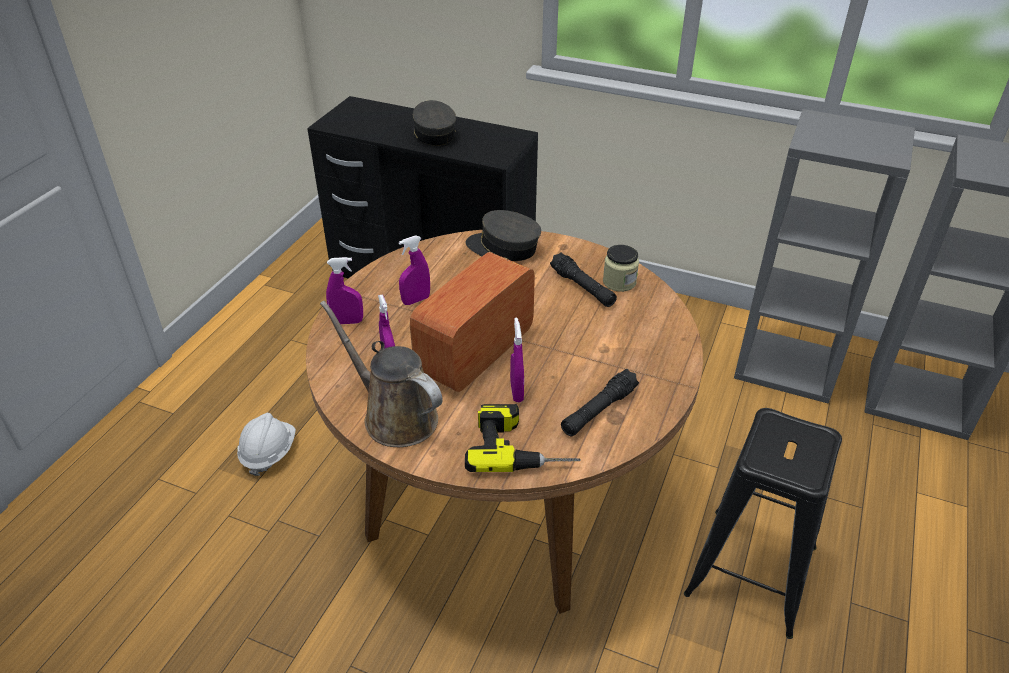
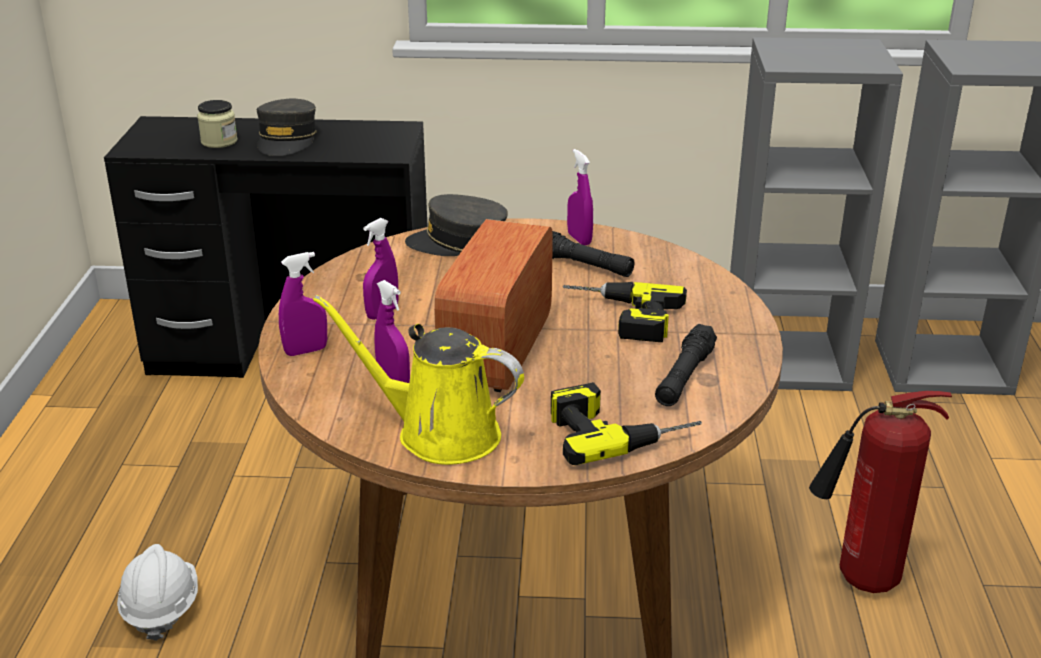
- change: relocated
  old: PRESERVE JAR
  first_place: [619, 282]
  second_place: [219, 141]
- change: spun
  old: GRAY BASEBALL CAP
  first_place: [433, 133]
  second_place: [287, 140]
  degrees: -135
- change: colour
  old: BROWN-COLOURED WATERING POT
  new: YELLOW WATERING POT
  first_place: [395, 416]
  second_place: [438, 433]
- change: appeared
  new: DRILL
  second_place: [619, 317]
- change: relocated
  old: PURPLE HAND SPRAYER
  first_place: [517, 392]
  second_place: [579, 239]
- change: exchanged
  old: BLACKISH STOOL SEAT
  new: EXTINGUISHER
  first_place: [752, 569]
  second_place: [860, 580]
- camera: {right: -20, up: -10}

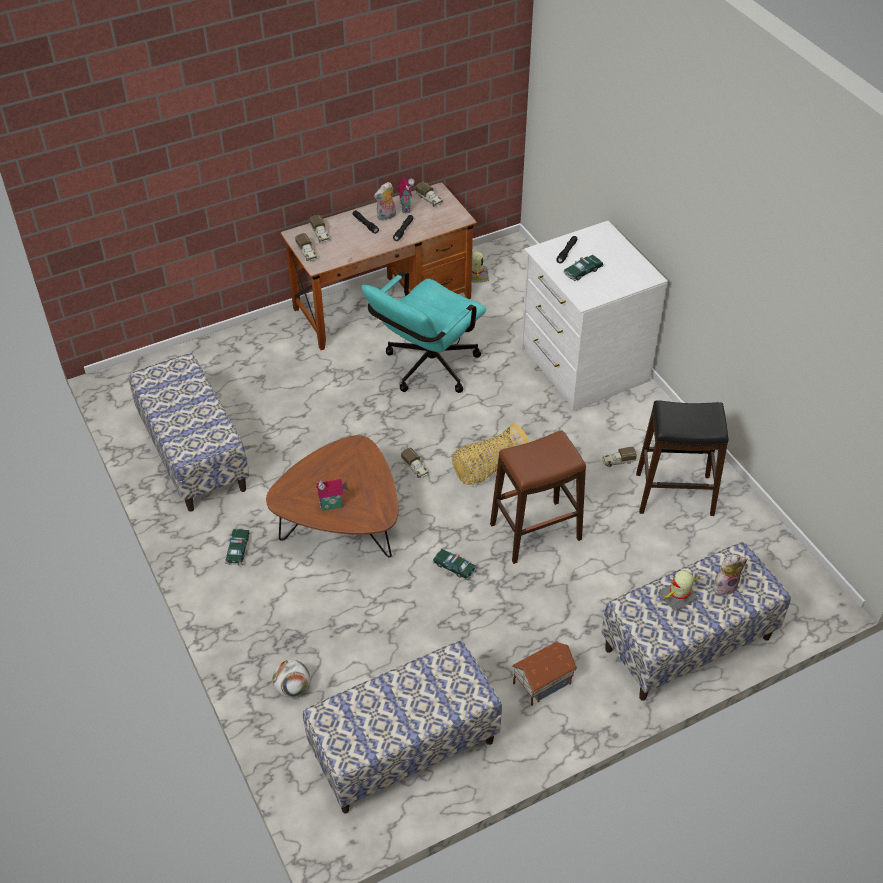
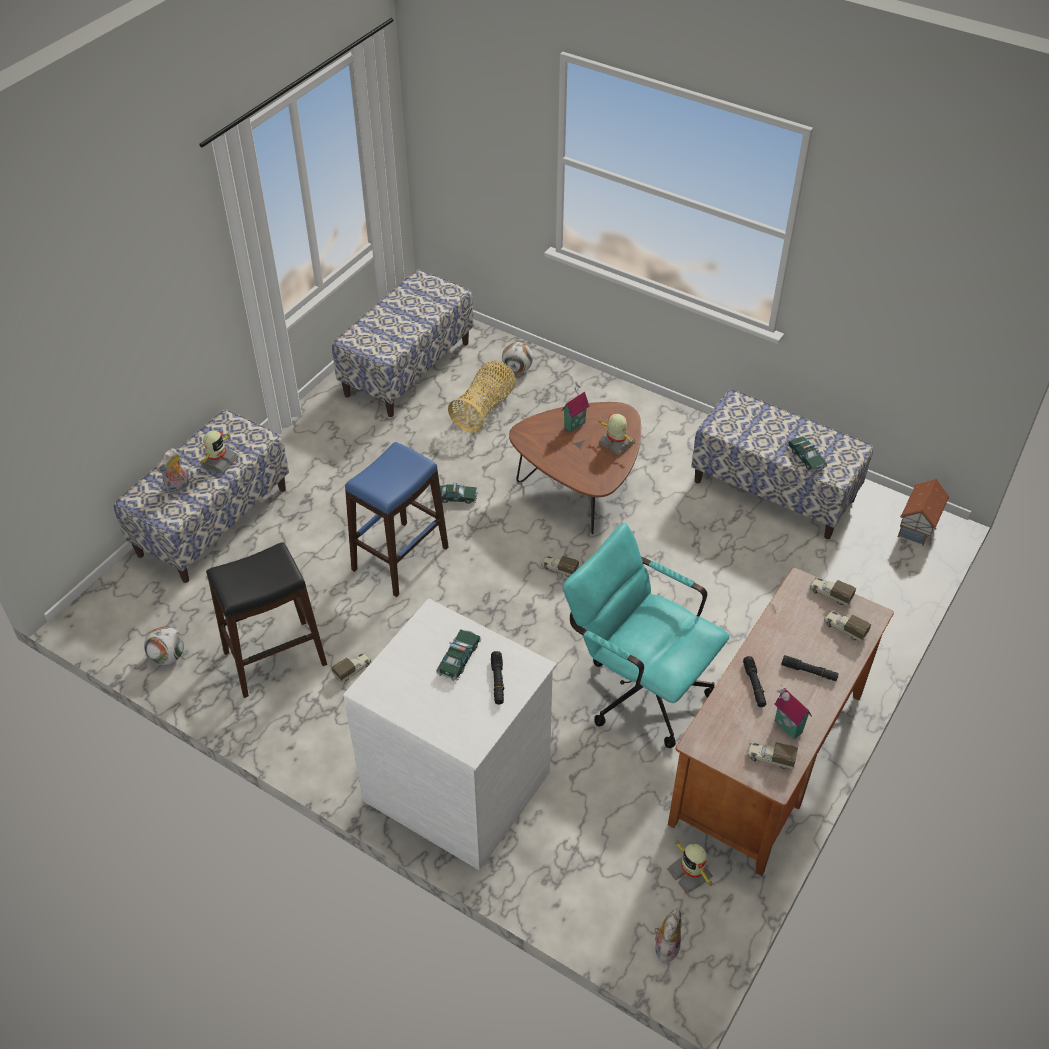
- change: appeared
  new: BALL FOR FOOTBALL
  second_place: [168, 656]
- change: colour
  old: BROWN-COLOURED STOOL SEAT
  new: BLUE-COLOURED STOOL SEAT
  first_place: [535, 532]
  second_place: [400, 558]
- change: relocated
  old: BASKET
  first_place: [489, 468]
  second_place: [484, 409]
- change: spun
  old: TURQUOISE-COLOURED DESK CHAIR
  first_place: [426, 369]
  second_place: [638, 687]
  degrees: -60
- change: appeared
  new: MODEL ROBOT
  second_place: [616, 444]
- change: relocated
  old: PLUSH TOY
  first_place: [386, 217]
  second_place: [665, 946]
- change: relocated
  old: TOY CAR
  first_place: [238, 549]
  second_place: [806, 458]
- change: relocated
  old: MODEL HOUSE
  first_place: [541, 683]
  second_place: [919, 527]
- camera: {right: 150, up: 0}

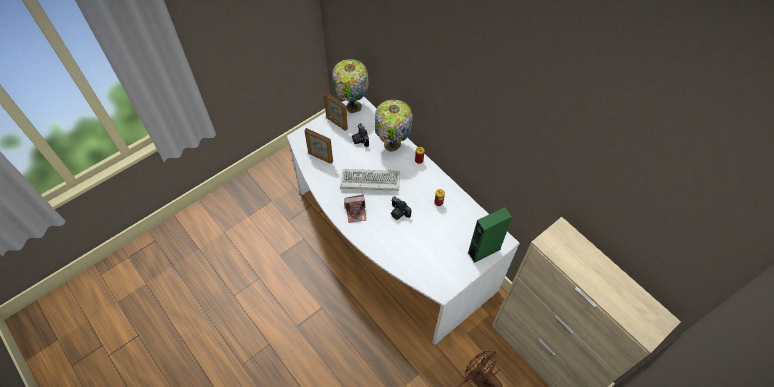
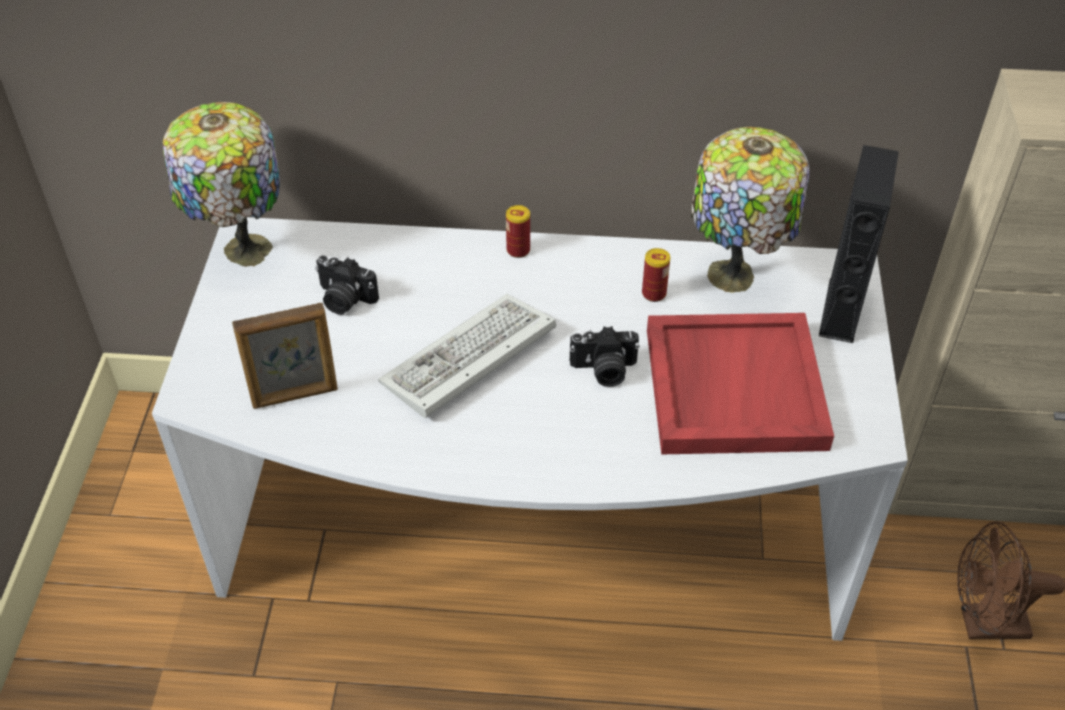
- change: appeared
  new: REDDISH SERVING TRAY
  second_place: [732, 387]
- change: relocated
  old: LAMP FOR A TABLE
  first_place: [392, 146]
  second_place: [734, 277]
- change: colour
  old: GREEN-COLOURED AUDIO SPEAKER
  new: BLACKISH AUDIO SPEAKER
  first_place: [484, 250]
  second_place: [841, 310]
- change: missing
  old: STANDING FRAME
  first_place: [336, 123]
- change: missing
  old: STILL CAMERA
  first_place: [356, 212]
- camera: {right: -45, up: -10}

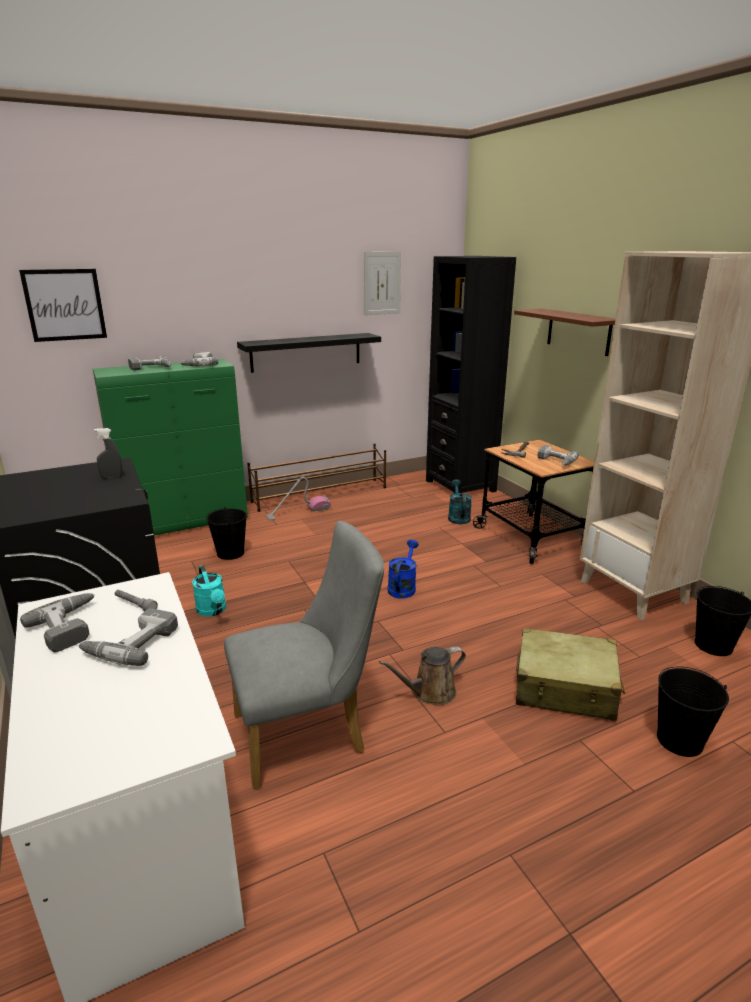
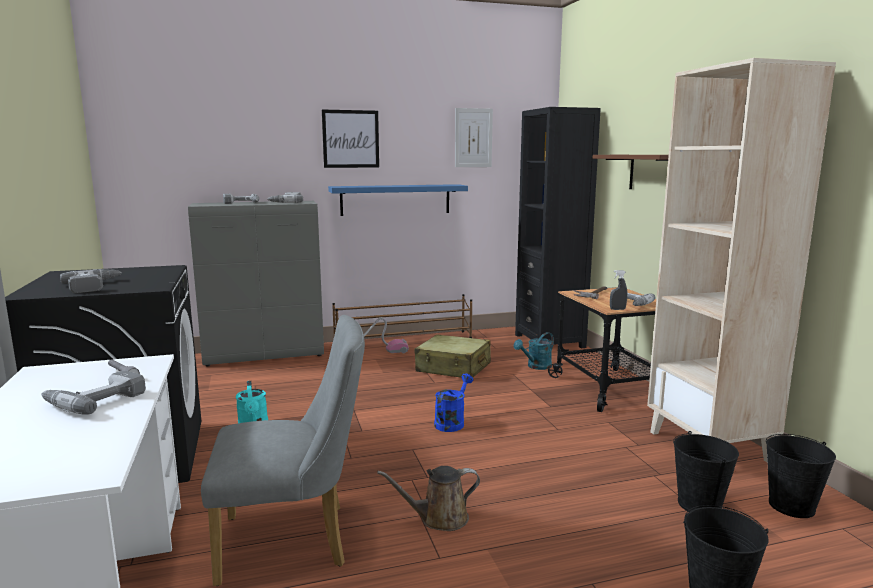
- change: relocated
  old: DRILL
  first_place: [71, 626]
  second_place: [95, 286]
- change: colour
  old: GREEN-COLOURED CUPBOARD
  new: GRAY CUPBOARD
  first_place: [186, 523]
  second_place: [265, 355]
- change: relocated
  old: WALL PICTURE
  first_place: [65, 305]
  second_place: [350, 139]
- change: colour
  old: BLACKISH WALL SHELF
  new: BLUE-COLOURED WALL SHELF
  first_place: [306, 352]
  second_place: [395, 199]
- change: relocated
  old: BEIGE SUITCASE
  first_place: [565, 688]
  second_place: [453, 368]
- change: spun
  old: TURQUOISE-COLOURED WATERING POT
  first_place: [458, 517]
  second_place: [536, 366]
  degrees: -135
- change: relocated
  old: GRAY HAND SPRAYER
  first_place: [112, 477]
  second_place: [617, 309]
- change: relocated
  old: BLACKISH PAIL
  first_place: [230, 553]
  second_place: [699, 504]
- camera: {right: 10, up: -10}

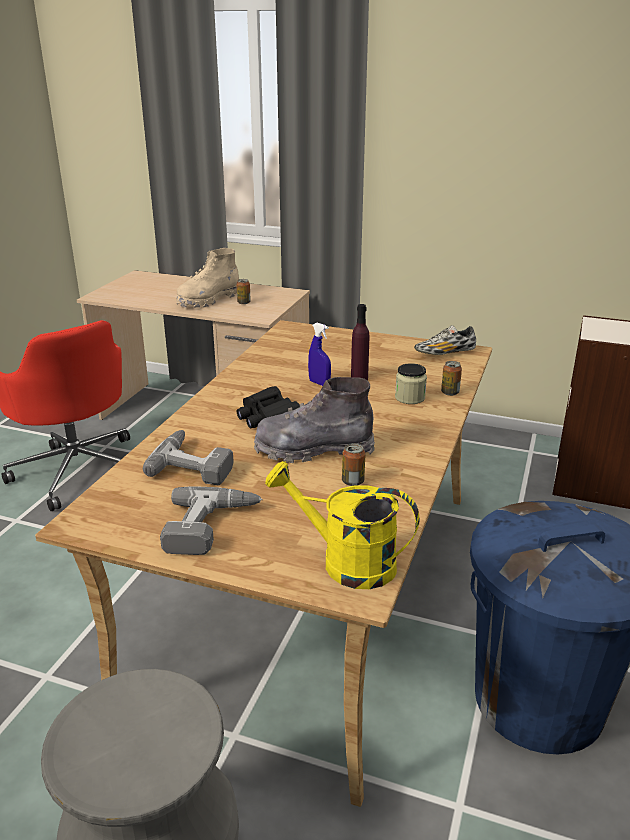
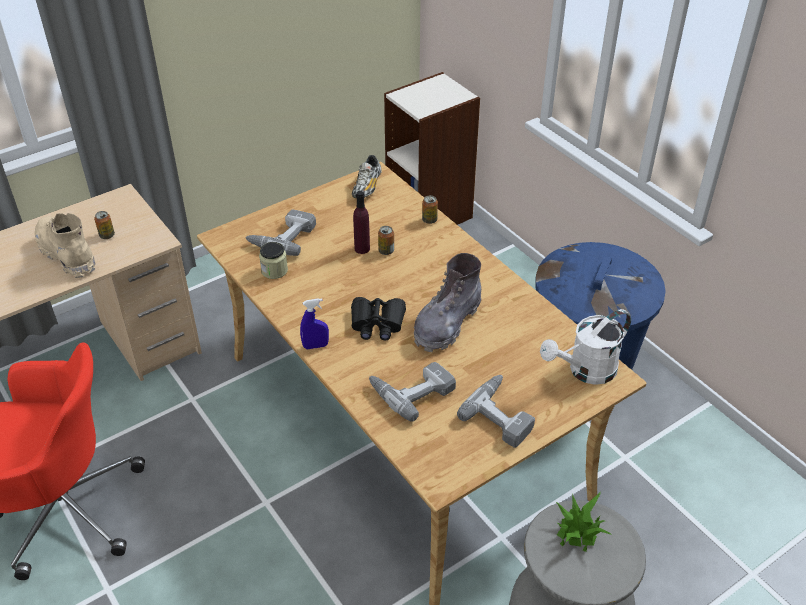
- change: spun
  old: BEIGE TALL BOOT
  first_place: [208, 300]
  second_place: [67, 254]
  degrees: 150
- change: appeared
  new: DRILL
  second_place: [282, 237]
- change: relocated
  old: PRESERVE JAR
  first_place: [410, 398]
  second_place: [274, 270]
- change: relocated
  old: BLUE-COLOURED HAND SPRAYER
  first_place: [319, 383]
  second_place: [315, 346]
- change: relocated
  old: CAN
  first_place: [353, 481]
  second_place: [386, 251]
- change: colour
  old: YELLOW WATERING POT
  new: WHITE WATERING POT
  first_place: [345, 562]
  second_place: [585, 371]
- change: appeared
  new: HOUSEPLANT
  second_place: [578, 530]
- camera: {right: -55, up: 15}

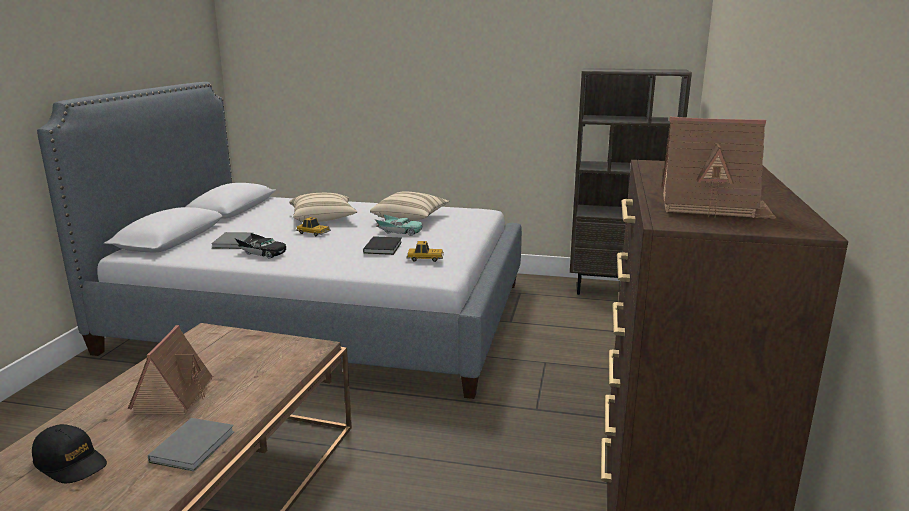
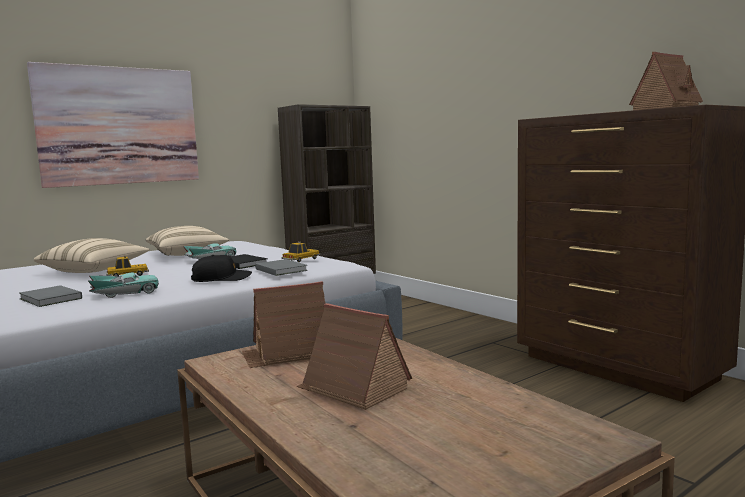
- change: appeared
  new: WALL PICTURE
  second_place: [119, 126]
- change: colour
  old: BLACKISH TOY CAR
  new: TURQUOISE-COLOURED TOY CAR
  first_place: [262, 253]
  second_place: [125, 293]
- change: relocated
  old: BLACKISH BASEBALL CAP
  first_place: [71, 463]
  second_place: [221, 279]
- change: appeared
  new: MODEL HOUSE
  second_place: [287, 353]
- change: relocated
  old: GRAY VOLUME
  first_place: [195, 445]
  second_place: [281, 269]
- camera: {right: -50, up: -10}

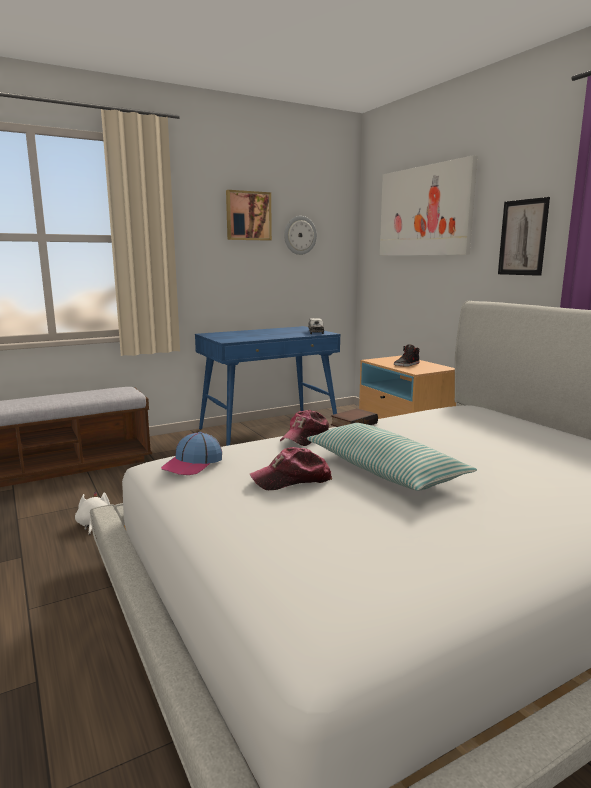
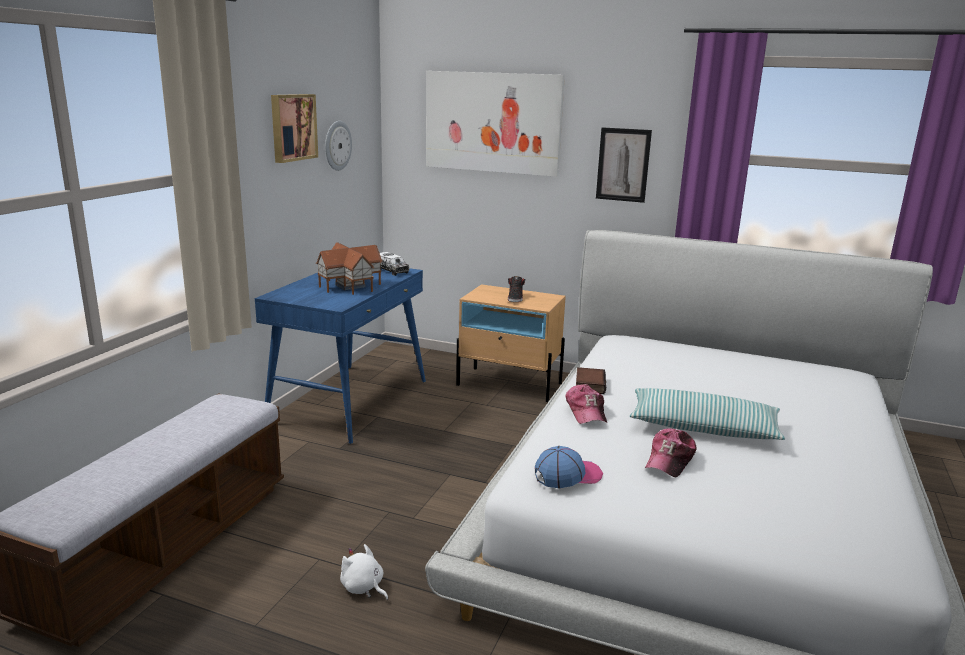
- change: appeared
  new: MODEL HOUSE
  second_place: [351, 286]
- change: spun
  old: BASEBALL CAP
  first_place: [193, 464]
  second_place: [568, 475]
  degrees: -105
- camera: {right: -40, up: 5}

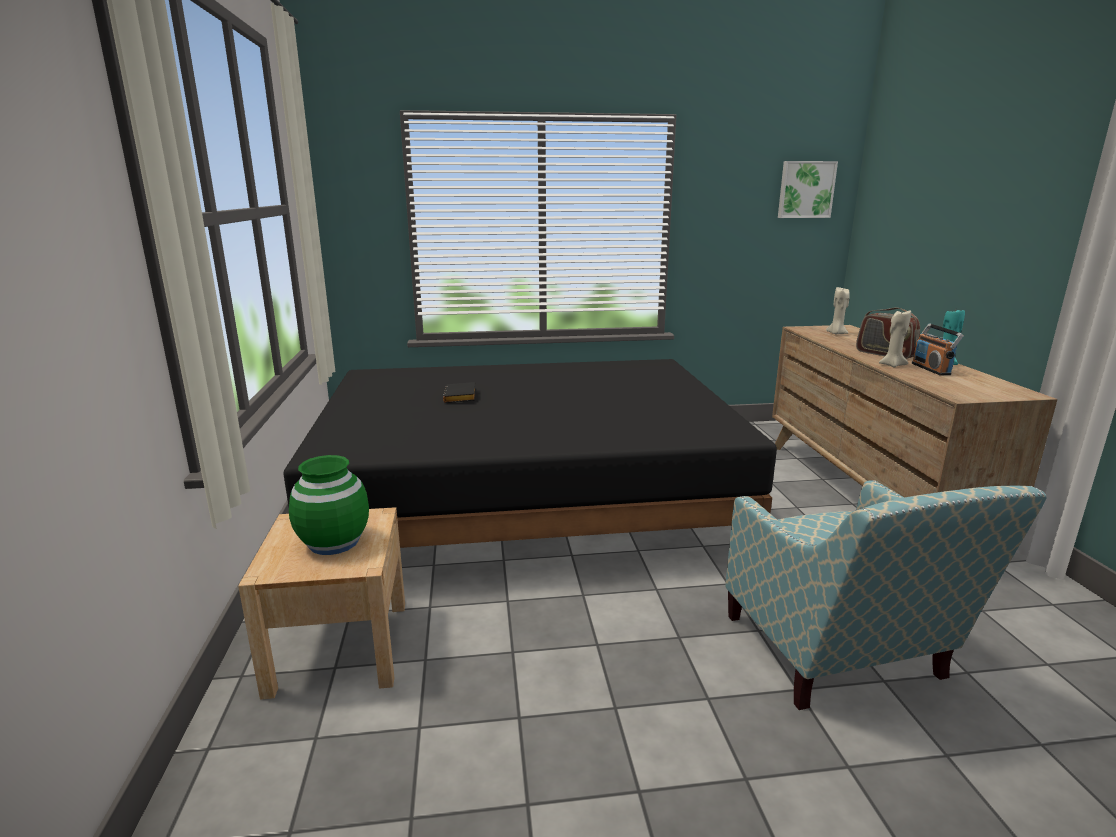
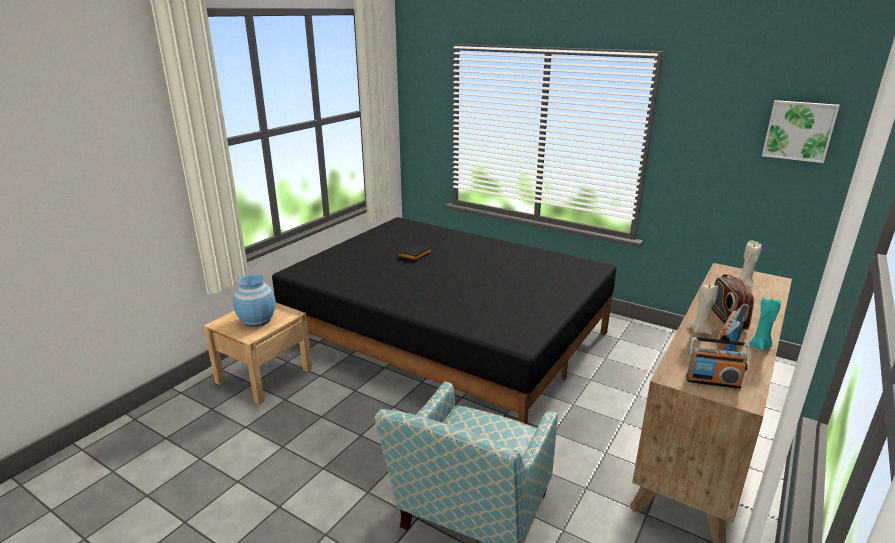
- change: colour
  old: GREEN-COLOURED VASE
  new: BLUE-COLOURED VASE
  first_place: [334, 542]
  second_place: [257, 320]
- change: appeared
  new: RADIO SET
  second_place: [712, 381]
- camera: {right: 40, up: 5}

